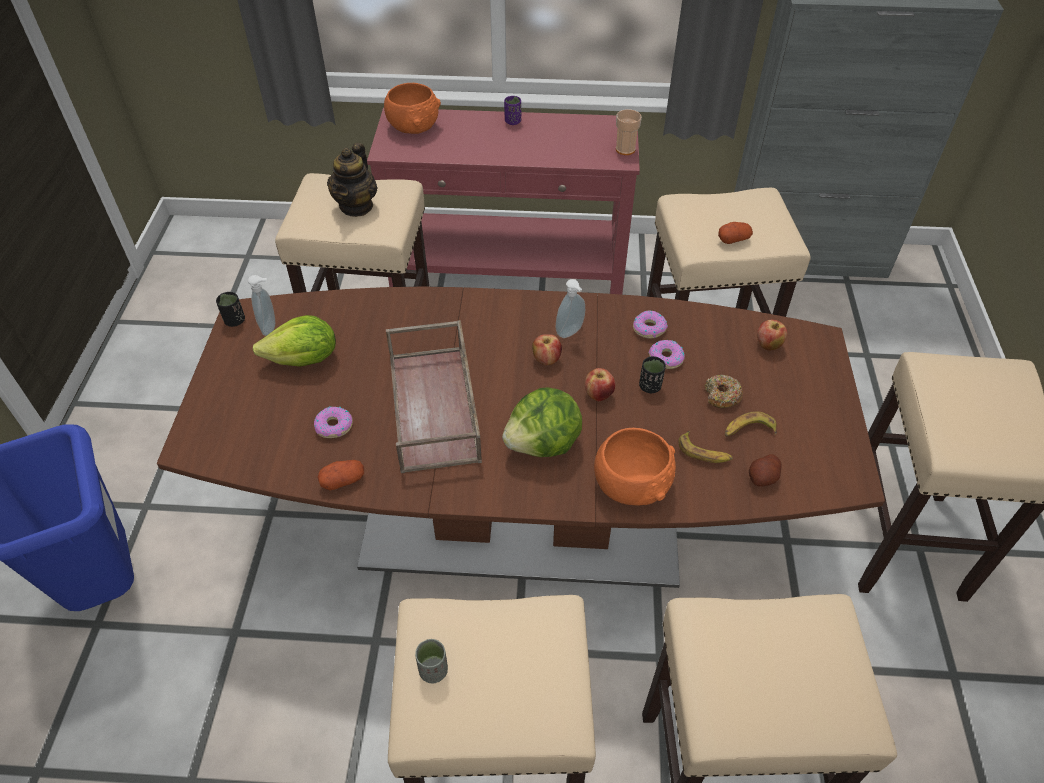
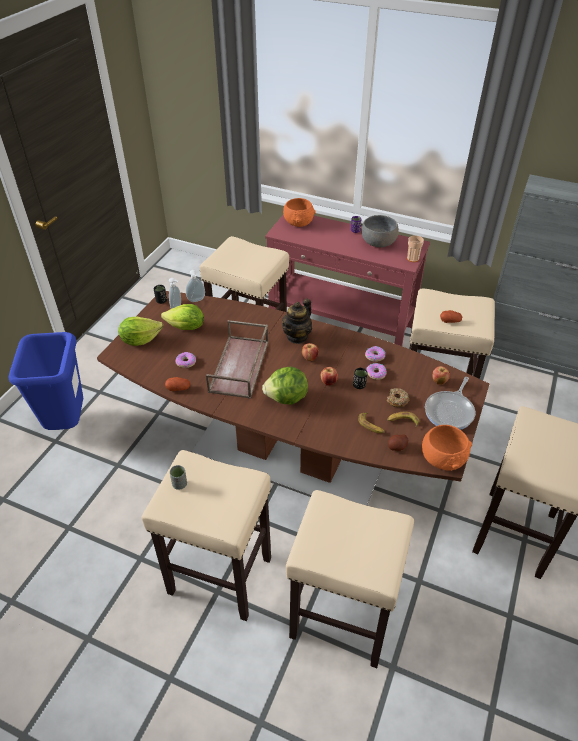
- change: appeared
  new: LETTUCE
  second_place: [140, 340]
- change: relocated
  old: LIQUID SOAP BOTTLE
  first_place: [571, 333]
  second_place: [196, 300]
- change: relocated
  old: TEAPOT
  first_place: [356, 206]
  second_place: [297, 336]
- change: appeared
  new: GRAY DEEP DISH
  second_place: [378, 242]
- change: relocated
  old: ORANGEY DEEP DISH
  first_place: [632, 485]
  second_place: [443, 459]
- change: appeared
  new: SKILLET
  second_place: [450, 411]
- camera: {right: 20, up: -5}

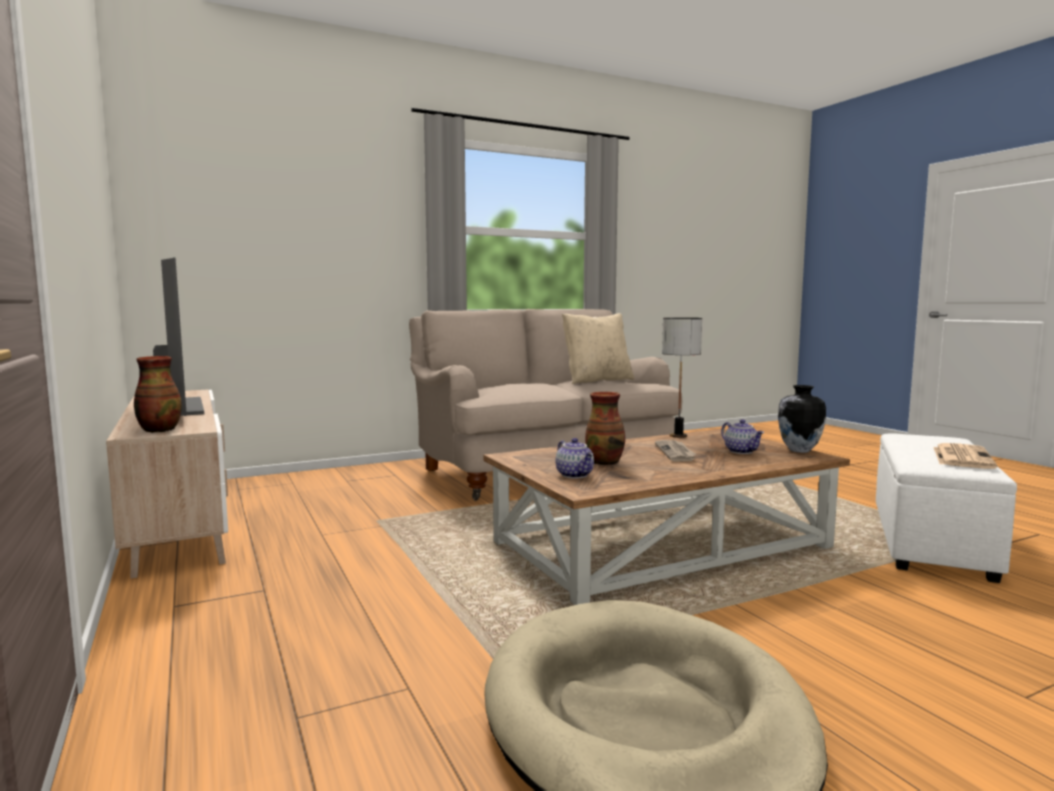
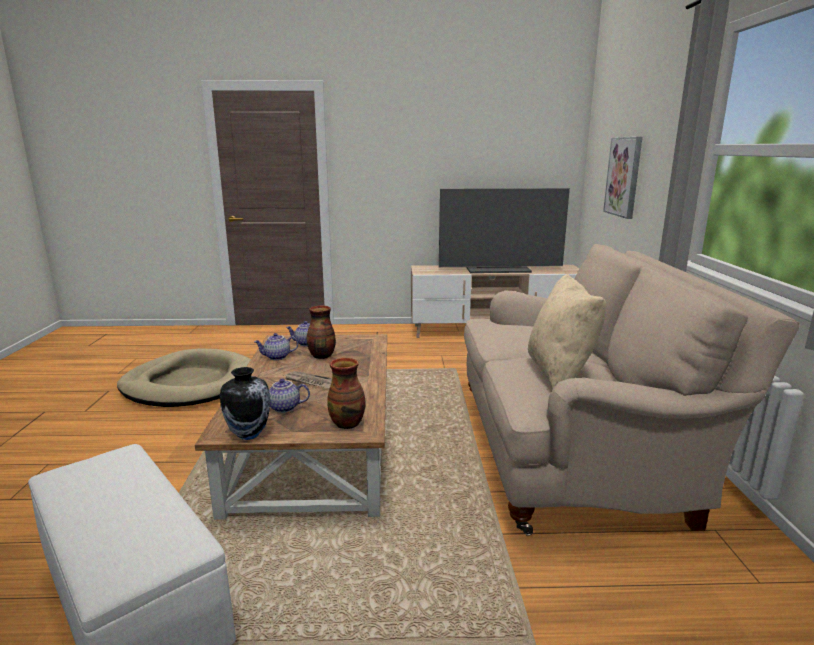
- change: appeared
  new: TEAPOT
  second_place: [277, 357]
- change: relocated
  old: VASE
  first_place: [159, 430]
  second_place: [347, 423]
- change: appeared
  new: WALL PICTURE
  second_place: [623, 176]
- change: missing
  old: LAMP FOR A TABLE
  first_place: [678, 436]
- change: missing
  old: DAILY PAPER
  first_place: [961, 457]
- camera: {right: 115, up: 10}

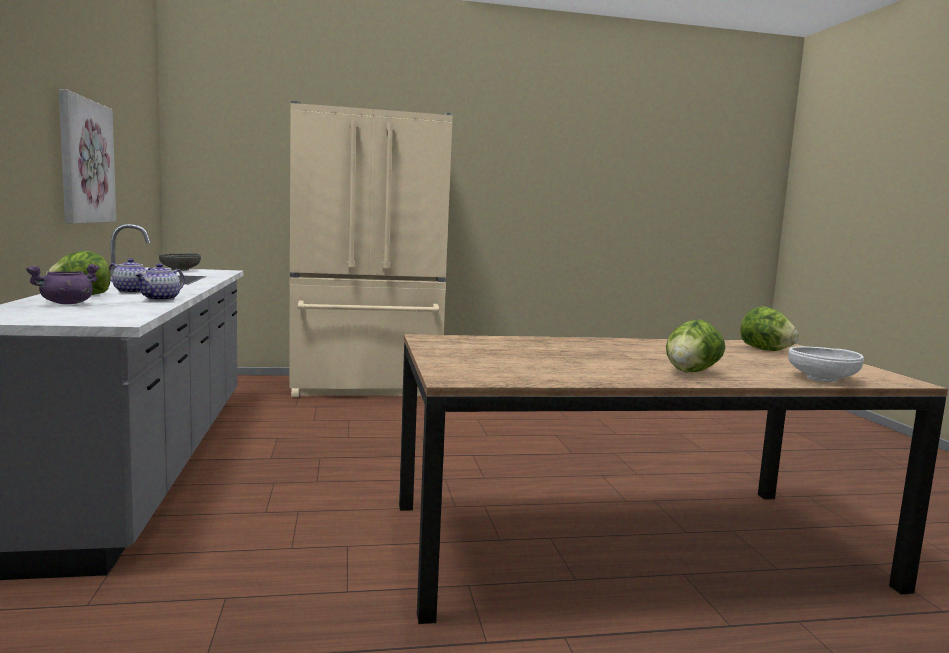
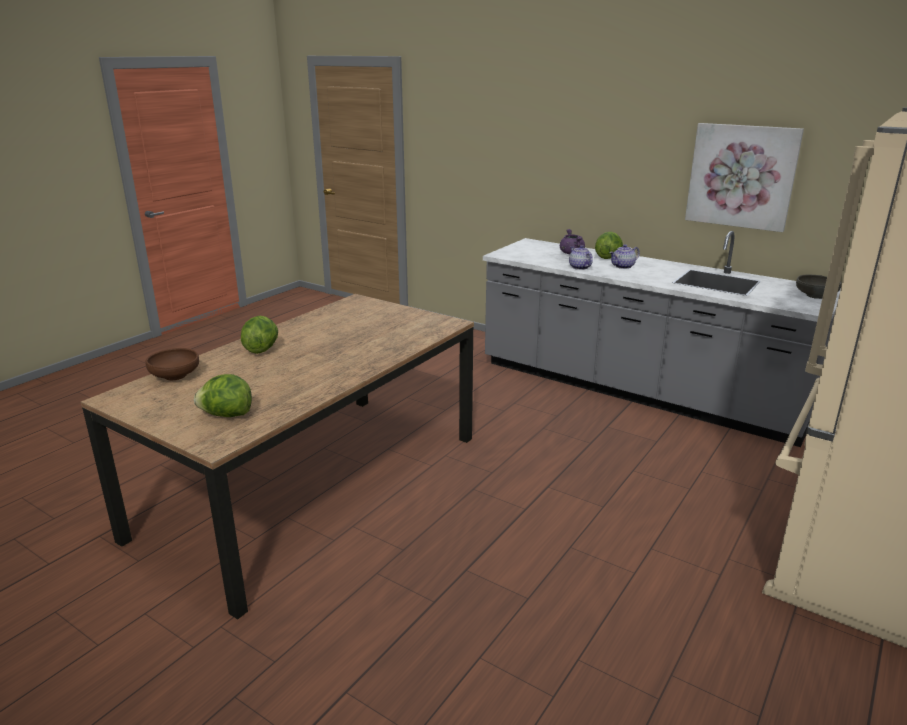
- change: colour
  old: WHITE DEEP DISH
  new: BROWN-COLOURED DEEP DISH
  first_place: [822, 379]
  second_place: [175, 376]
- camera: {right: 135, up: 15}

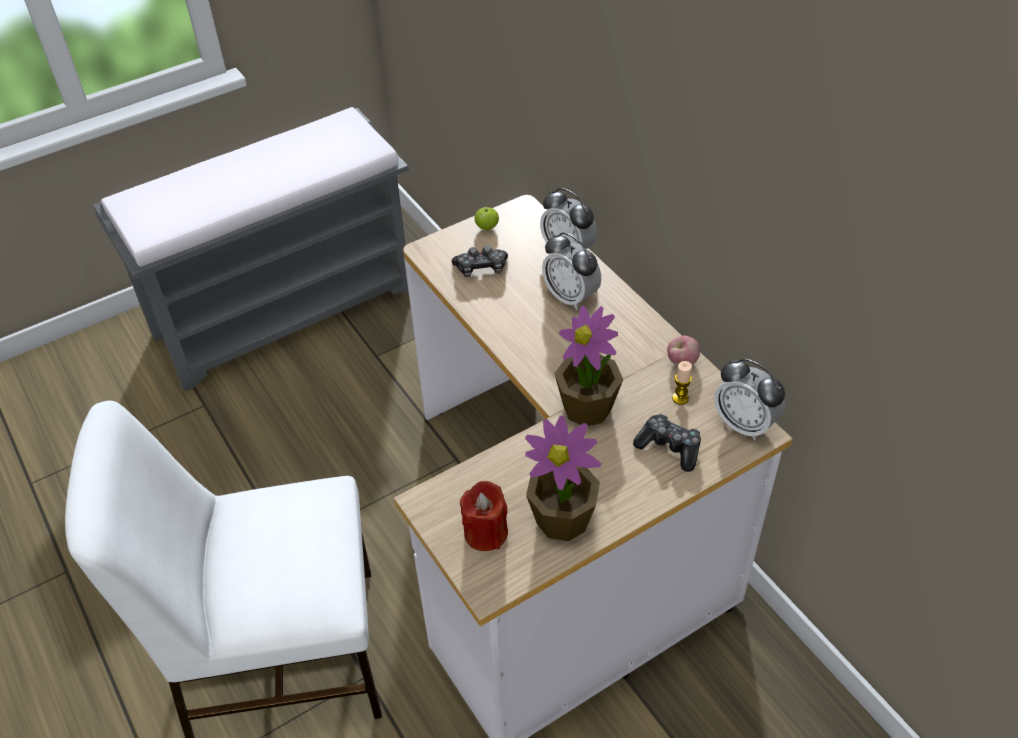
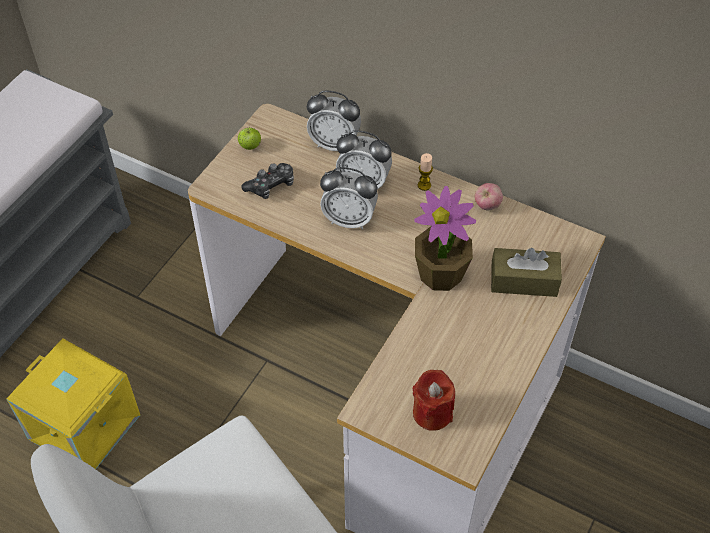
- change: appeared
  new: YELLOW STORAGE BOX
  second_place: [82, 428]
- change: relocated
  old: BEDSIDE CLOCK
  first_place: [744, 424]
  second_place: [349, 219]
- change: relocated
  old: CANDLE
  first_place: [680, 398]
  second_place: [424, 185]
- change: exchanged
  old: JOYPAD
  new: BROWN-COLOURED TISSUE HOLDER
  first_place: [669, 447]
  second_place: [523, 281]
- change: missing
  old: HOUSEPLANT
  first_place: [563, 519]
- camera: {right: -30, up: 5}

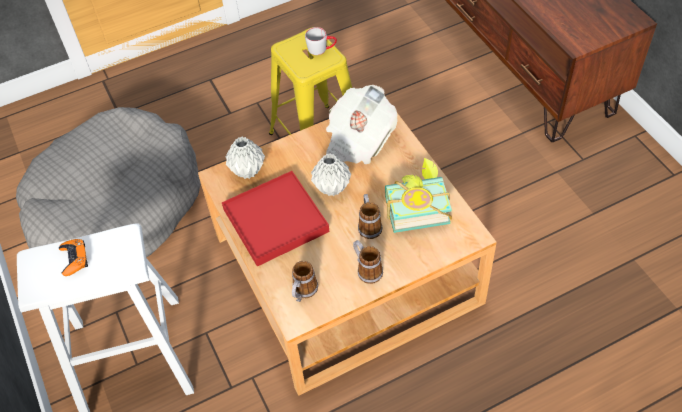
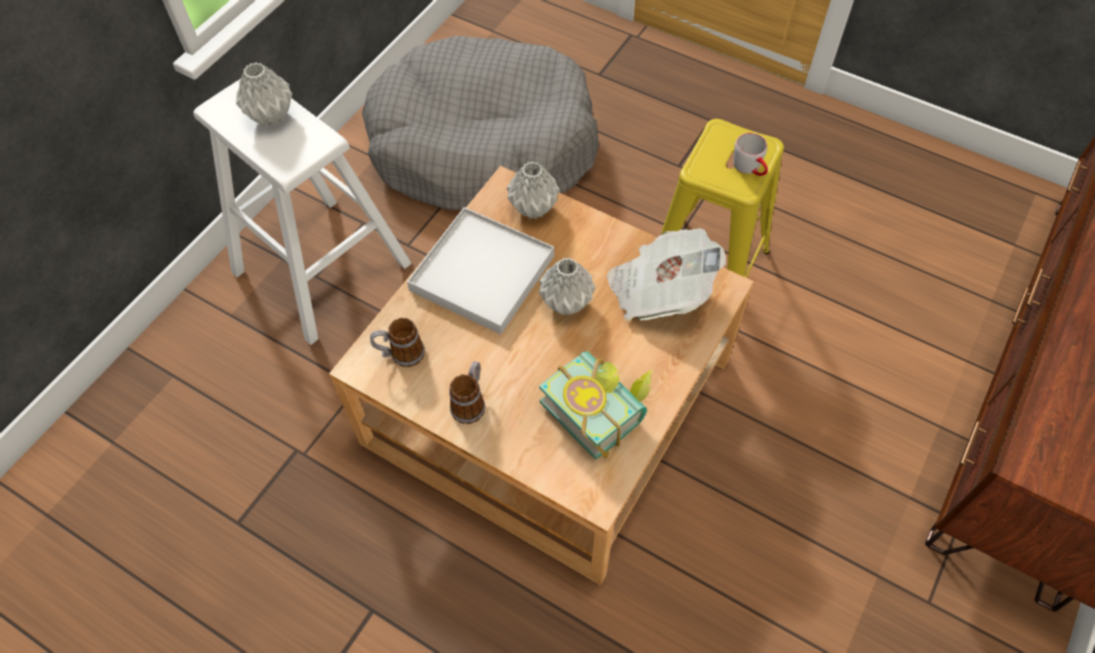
- change: exchanged
  old: ORANGEY JOYPAD
  new: GRAY VASE
  first_place: [74, 259]
  second_place: [270, 117]
- change: colour
  old: REDDISH SERVING TRAY
  new: WHITE SERVING TRAY
  first_place: [275, 220]
  second_place: [482, 273]
- change: missing
  old: MUG
  first_place: [369, 225]
- camera: {right: 55, up: 5}

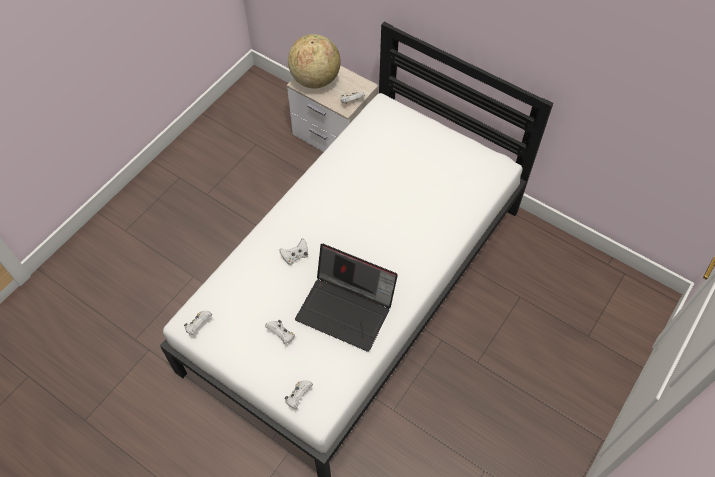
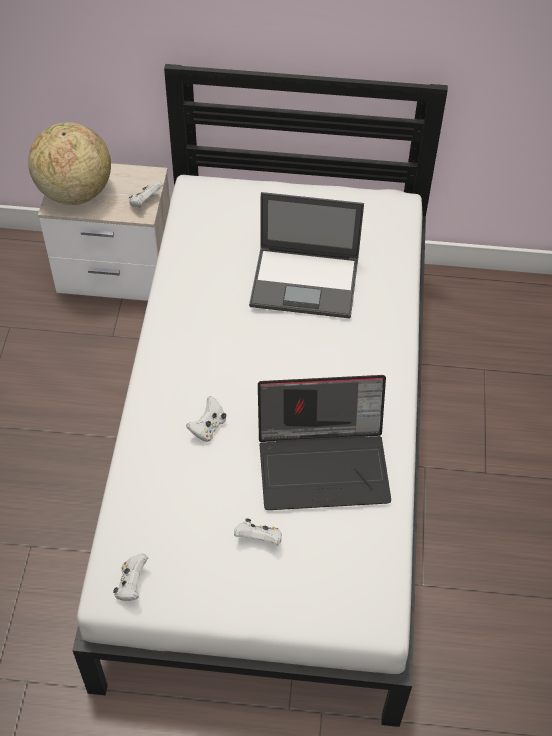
- change: appeared
  new: NOTEBOOK COMPUTER
  second_place: [306, 282]
- change: missing
  old: WHITE JOYPAD
  first_place: [298, 397]
- camera: {right: -30, up: -5}

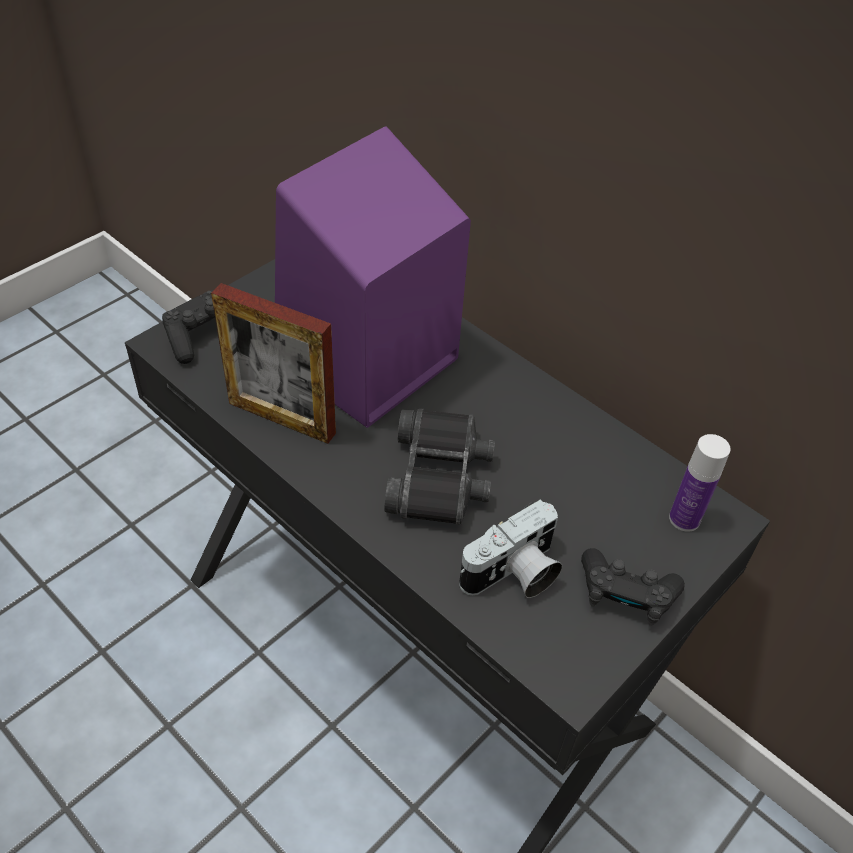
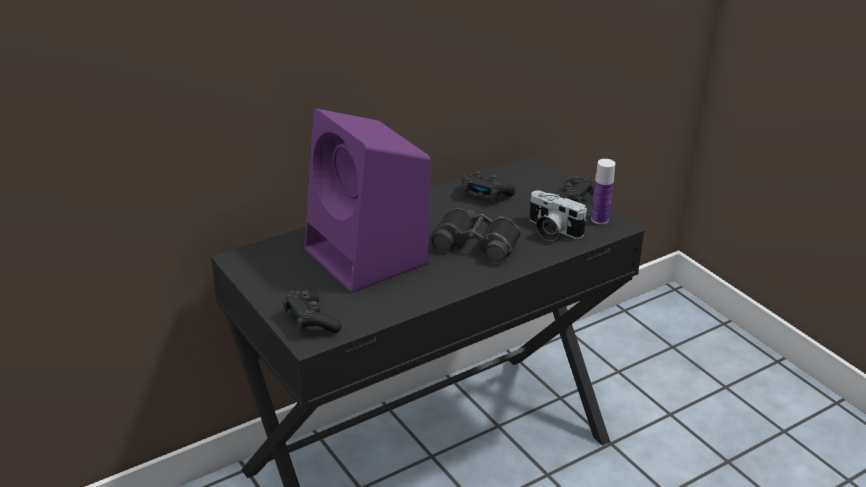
- change: appeared
  new: BLACKISH JOYPAD
  second_place: [485, 195]
- change: spun
  old: STILL CAMERA
  first_place: [514, 575]
  second_place: [551, 231]
  degrees: 150
- change: relocated
  old: BOTTLE
  first_place: [684, 519]
  second_place: [599, 219]
- change: missing
  old: STANDING FRAME
  first_place: [282, 418]
- camera: {right: -75, up: -15}

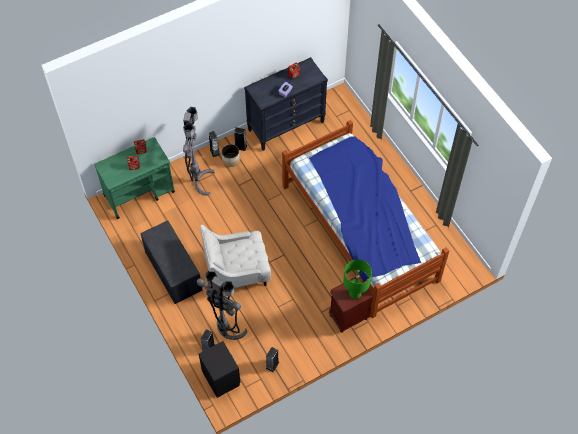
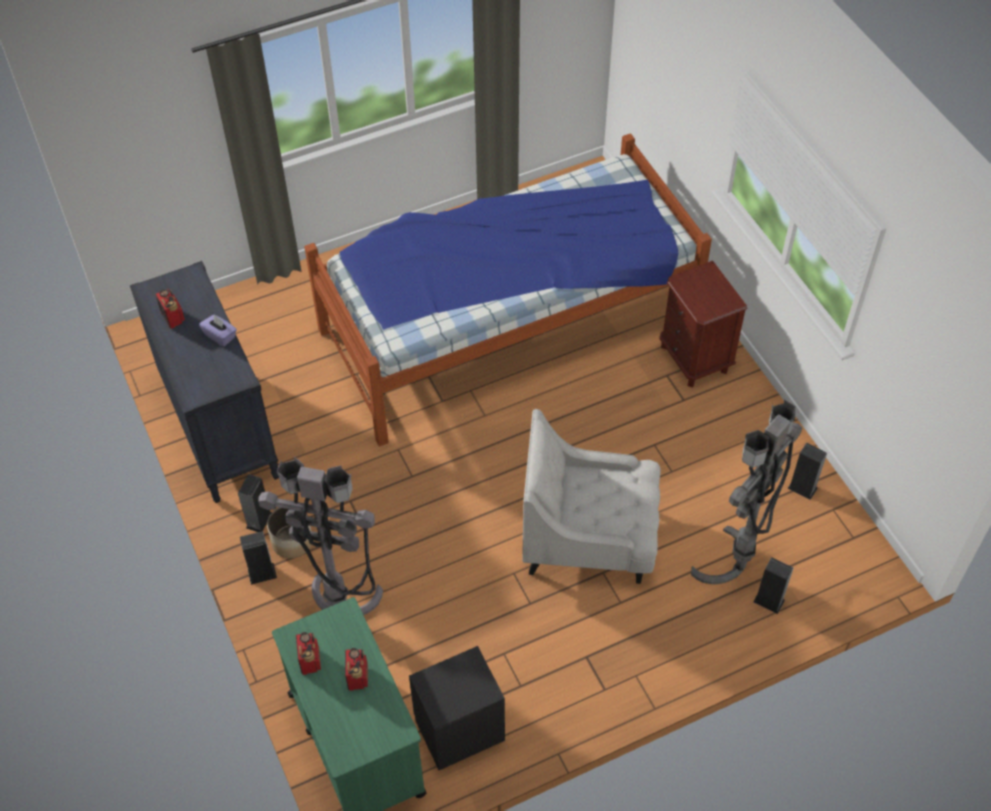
- change: relocated
  old: BLACKISH NIGHTSTAND
  first_place: [221, 378]
  second_place: [459, 730]
- change: spun
  old: WHITE LOUNGE CHAIR
  first_place: [238, 272]
  second_place: [589, 539]
  degrees: 105
- change: missing
  old: GRAY BENCH
  first_place: [172, 271]
- change: missing
  old: GREEN-COLOURED LAMP FOR A TABLE
  first_place: [355, 293]
- camera: {right: -85, up: -5}

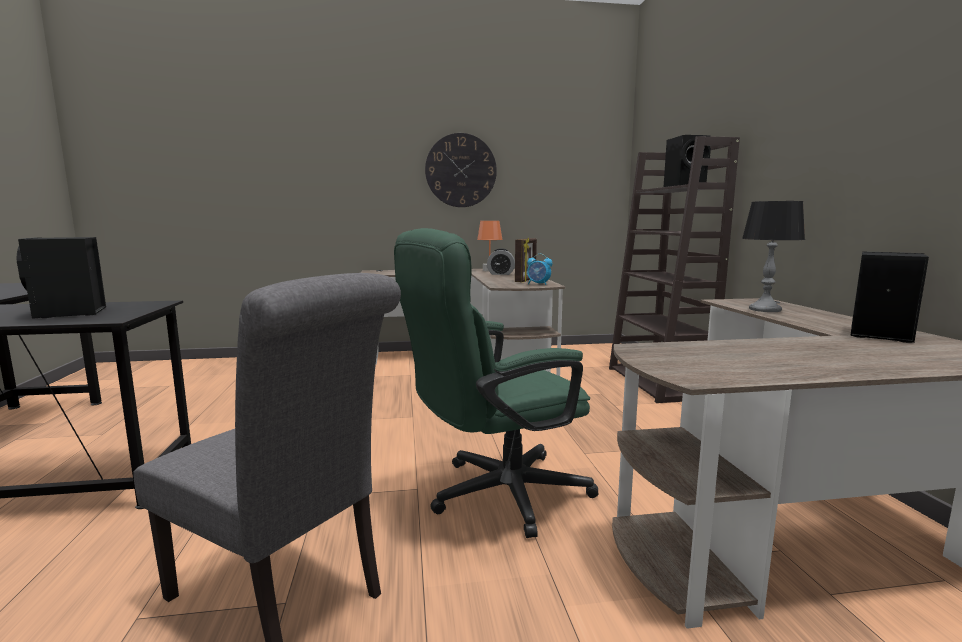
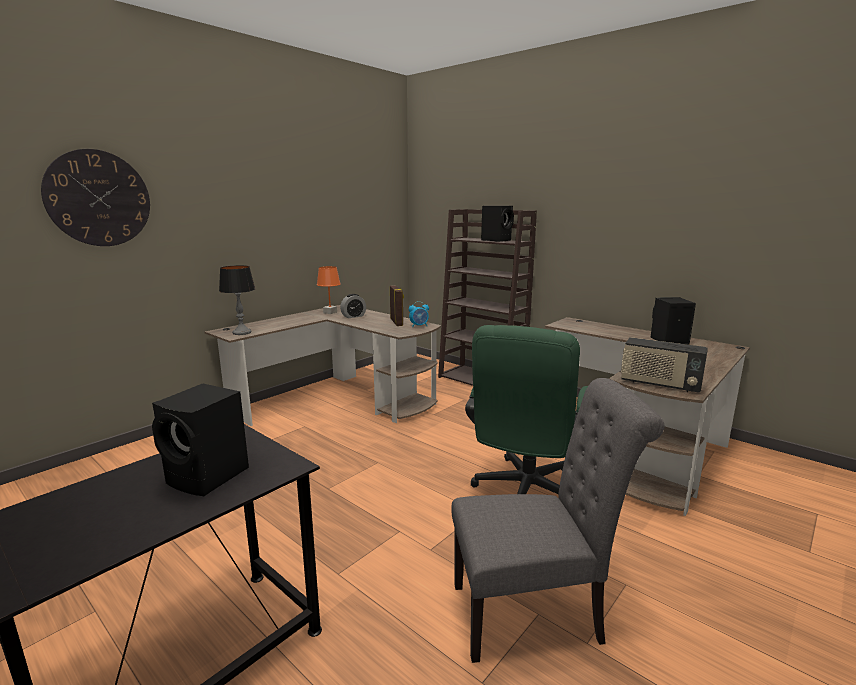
- change: relocated
  old: HANGING CLOCK
  first_place: [461, 170]
  second_place: [98, 198]
- change: relocated
  old: LAMP FOR A TABLE
  first_place: [764, 309]
  second_place: [241, 332]
- change: appeared
  new: RADIO SET
  second_place: [659, 384]
- camera: {right: -40, up: 5}

